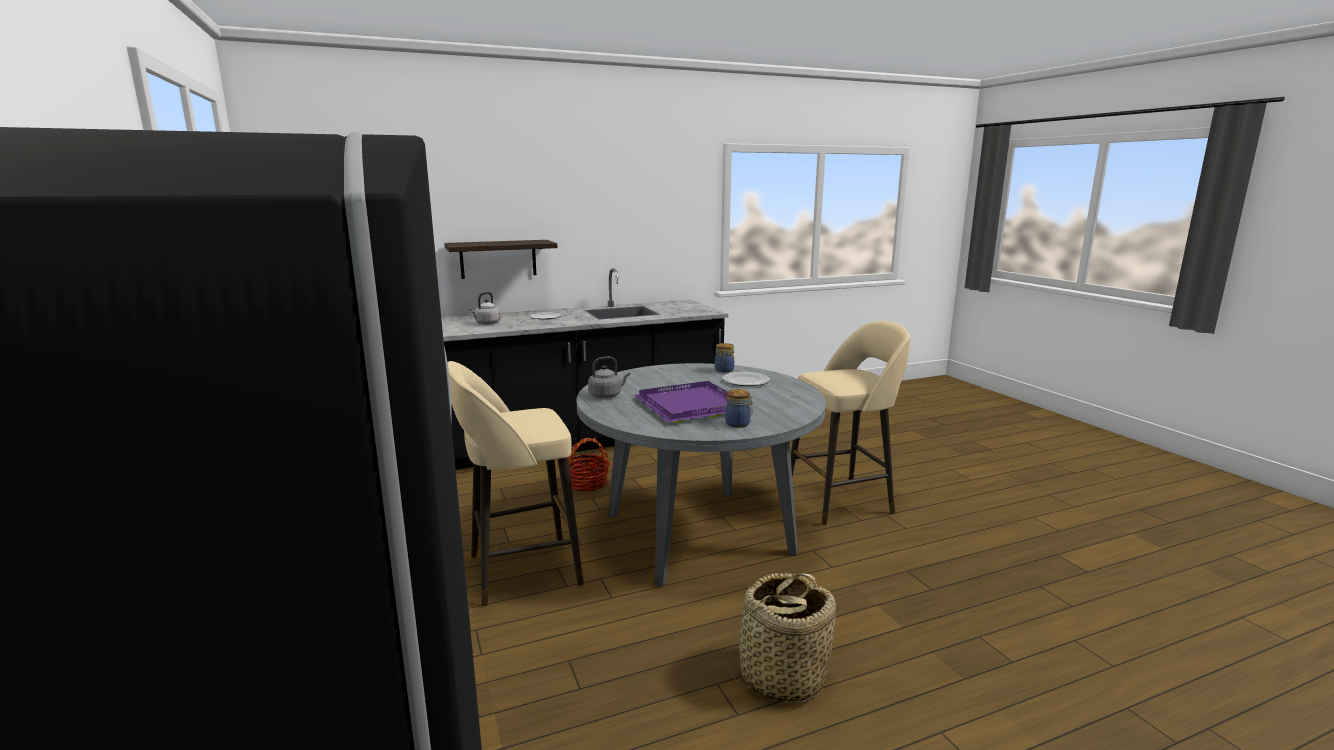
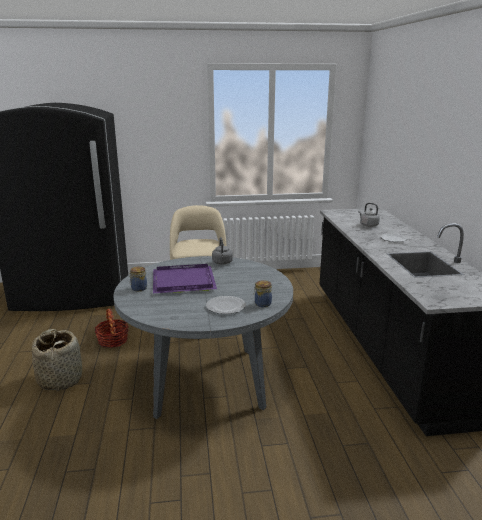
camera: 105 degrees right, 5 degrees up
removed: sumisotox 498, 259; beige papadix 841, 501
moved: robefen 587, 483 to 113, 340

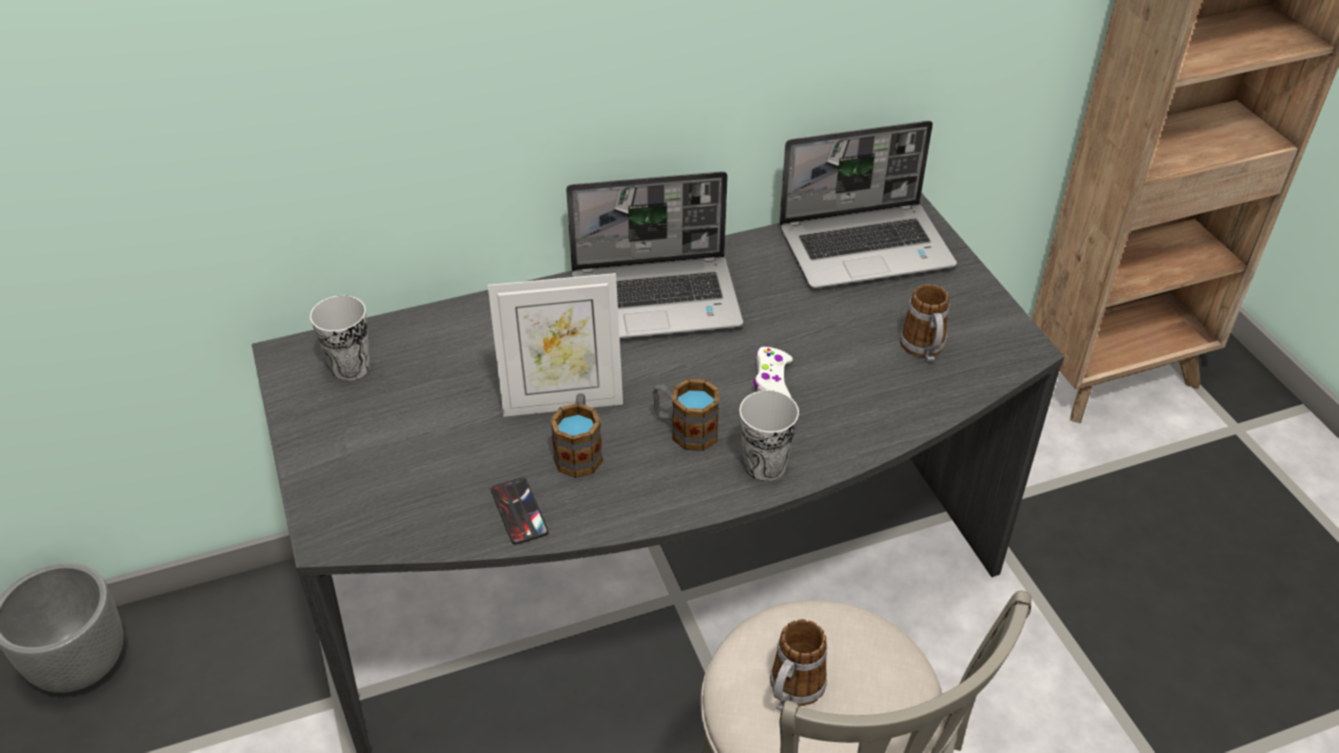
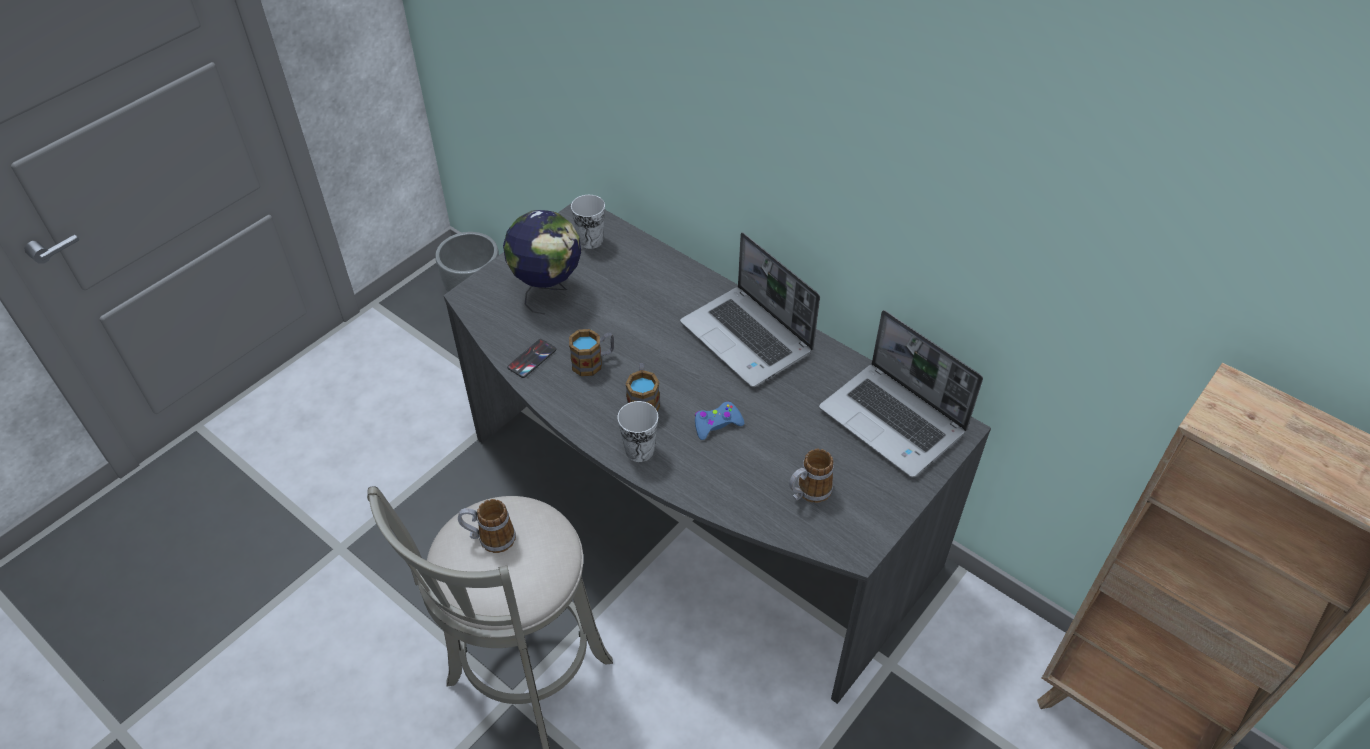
camera: 60 degrees right, 5 degrees up
removed: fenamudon 562, 401
added: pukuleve 548, 291
recoloured: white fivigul 772, 380 to blue fivigul 717, 424

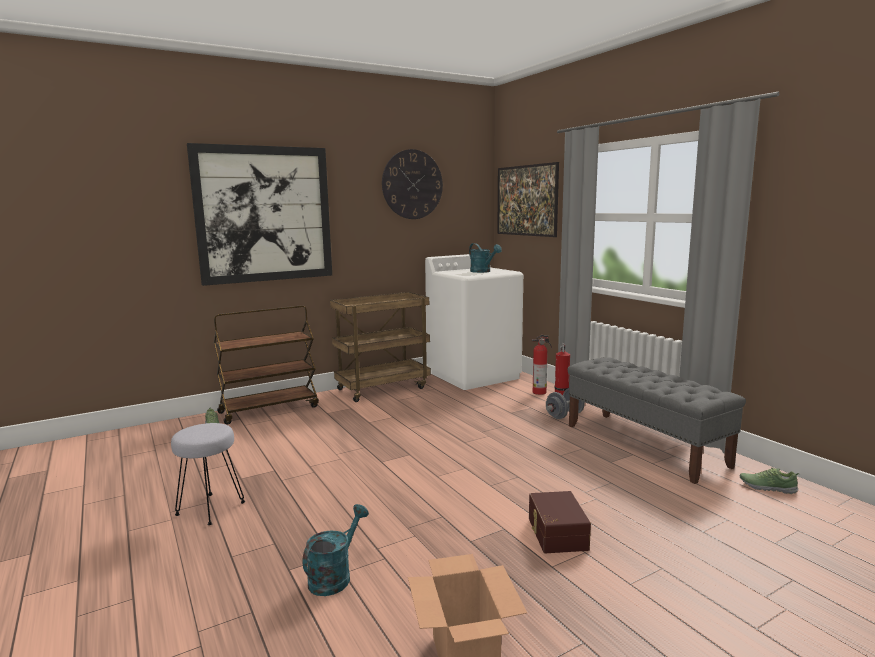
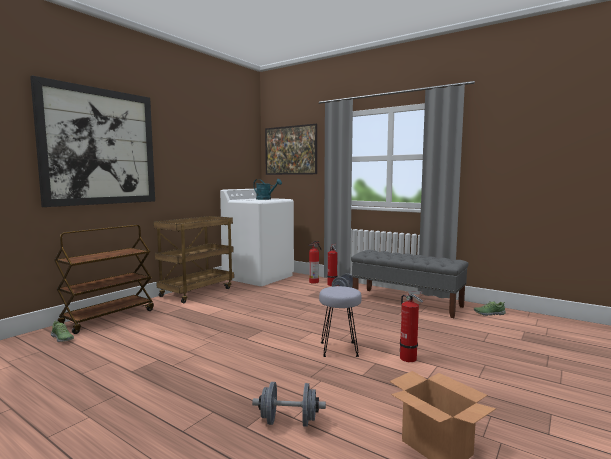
camera: 25 degrees left, 5 degrees down
removed: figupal 412, 184
moved: grey papadix 211, 509 to 339, 349
replaced: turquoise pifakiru 334, 576 to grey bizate 289, 421; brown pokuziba 556, 533 to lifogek 409, 359

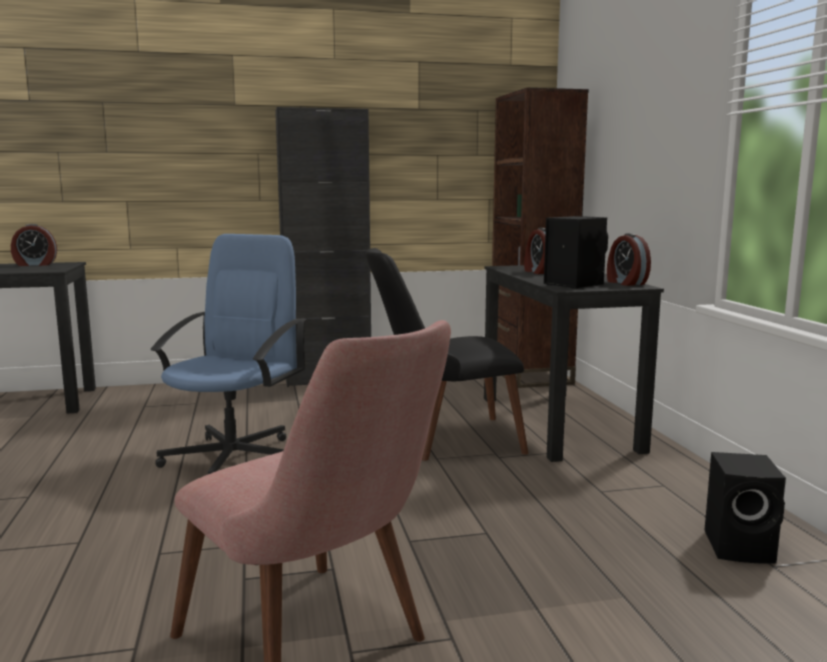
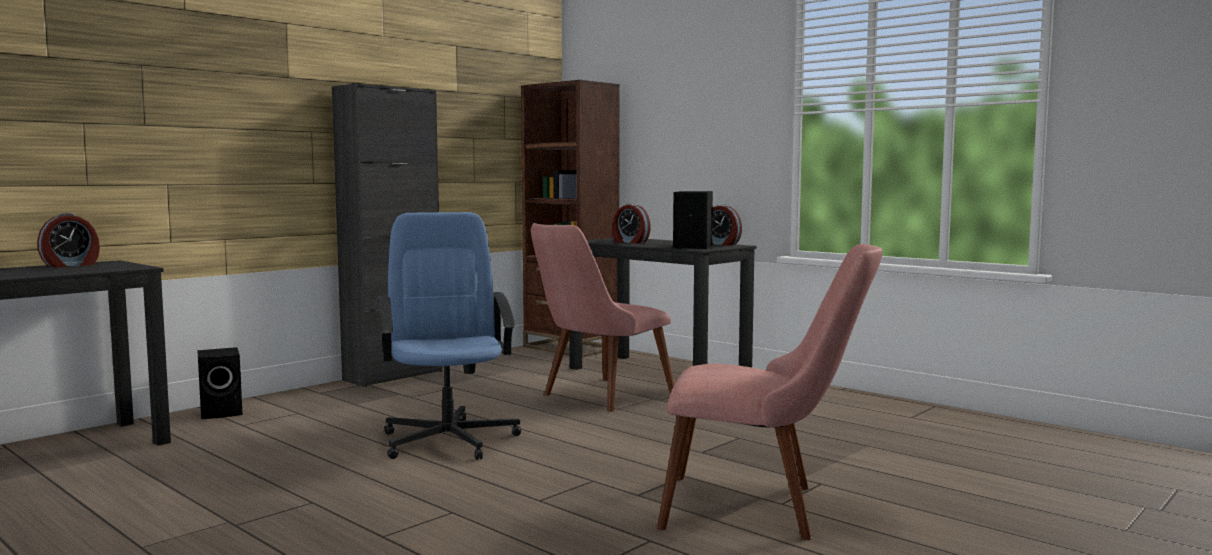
camera: 35 degrees left, 5 degrees down
moved: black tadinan 741, 547 to 223, 412
recoloured: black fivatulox 444, 439 to pink fivatulox 597, 397

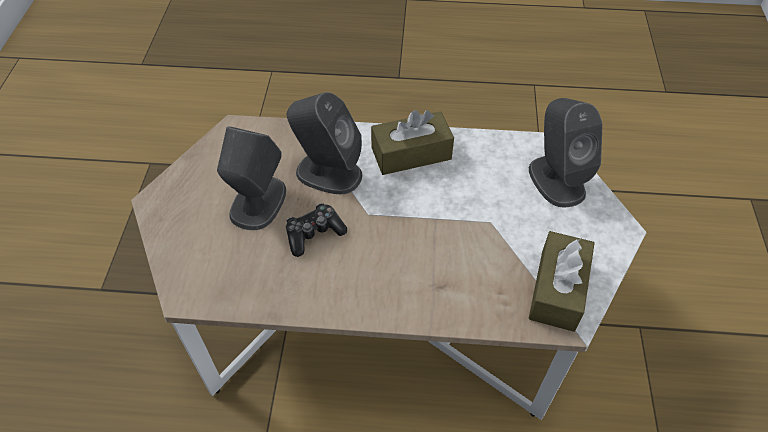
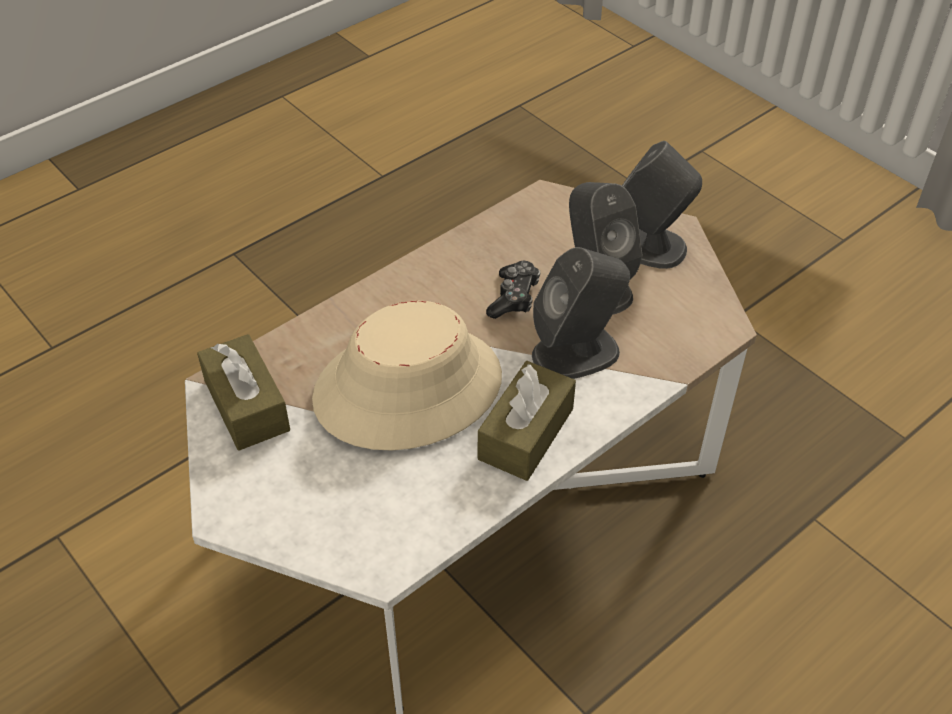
camera: 135 degrees right, 5 degrees down
added: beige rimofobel 408, 387
moved: grey tadinan 556, 180 to 647, 245

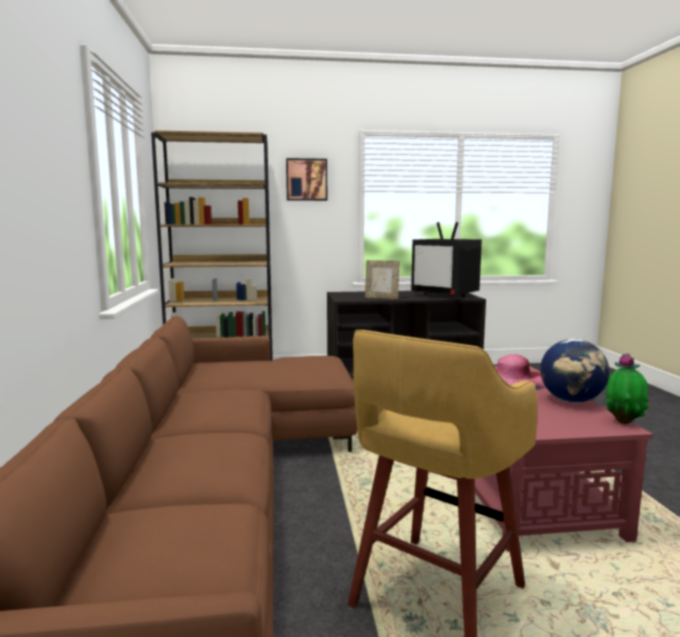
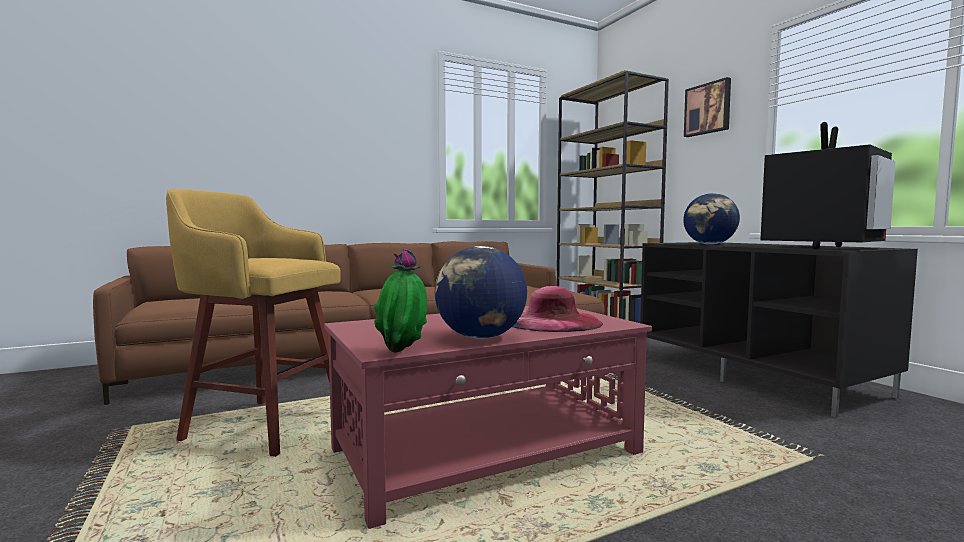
camera: 70 degrees right, 5 degrees down
replaced: fenamudon 381, 298 to pukuleve 710, 244
turned: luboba 446, 295 = 822, 247 150 degrees counterclockwise

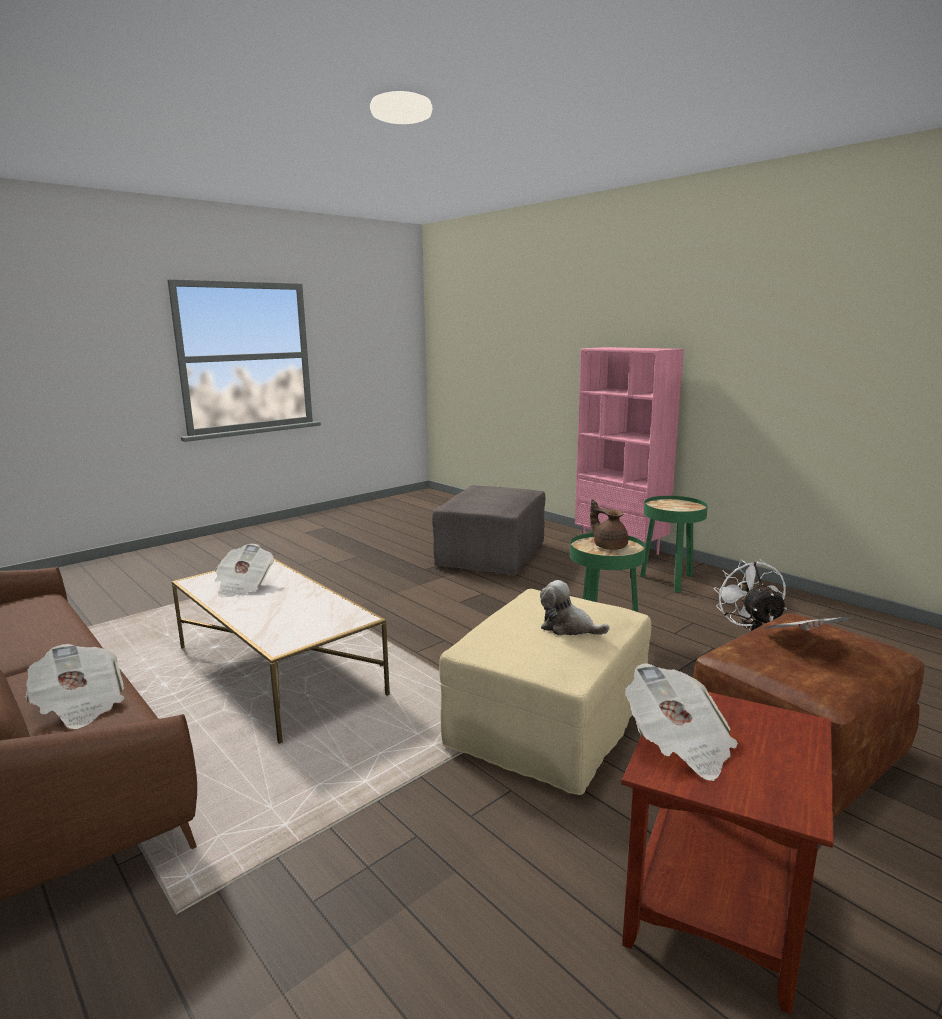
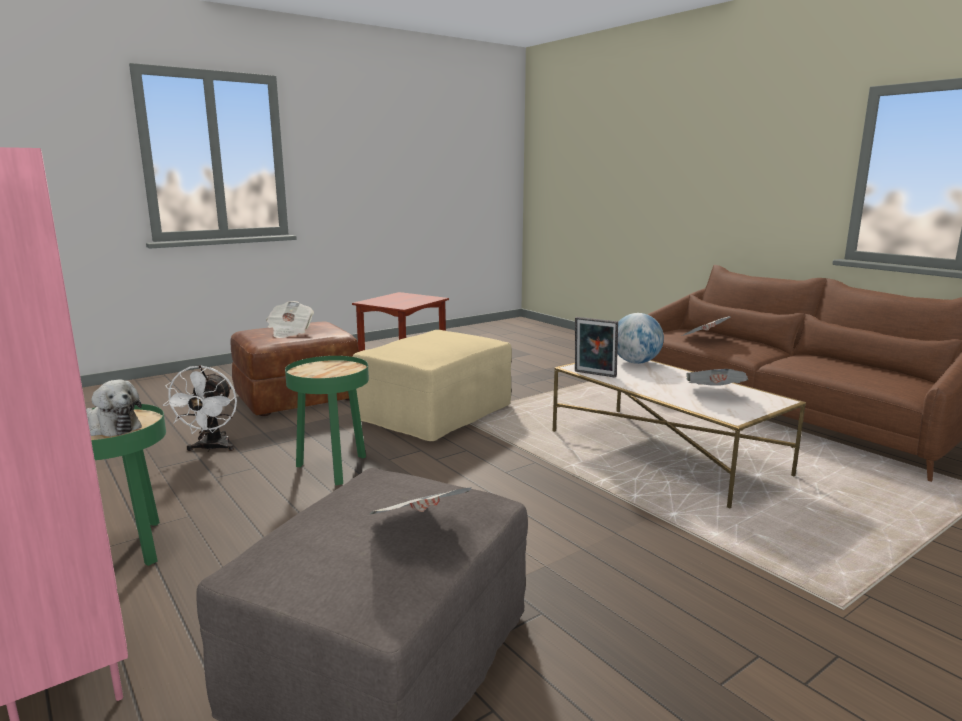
camera: 175 degrees left, 0 degrees up
removed: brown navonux 609, 546
added: fenamudon 594, 374; pukuleve 636, 362
moved: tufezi 568, 627 to 112, 427; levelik 679, 745 to 420, 527

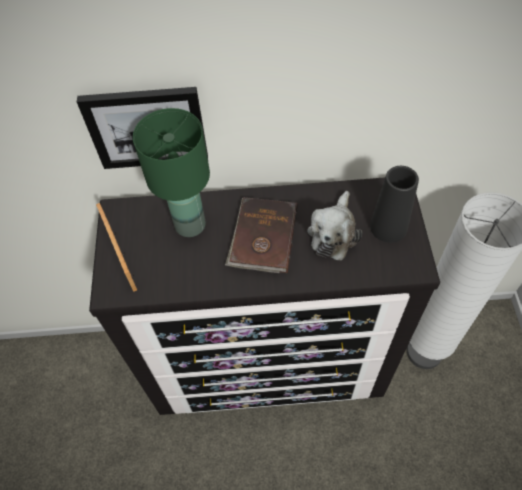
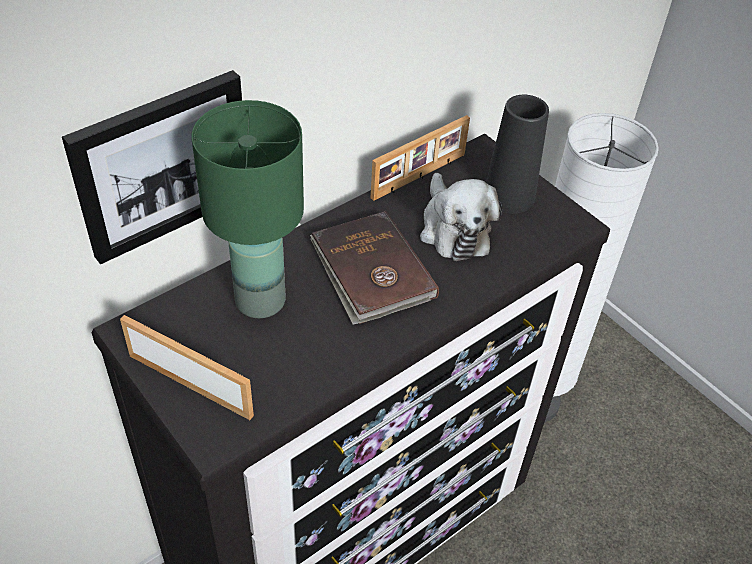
camera: 40 degrees left, 10 degrees down
added: fenamudon 420, 177

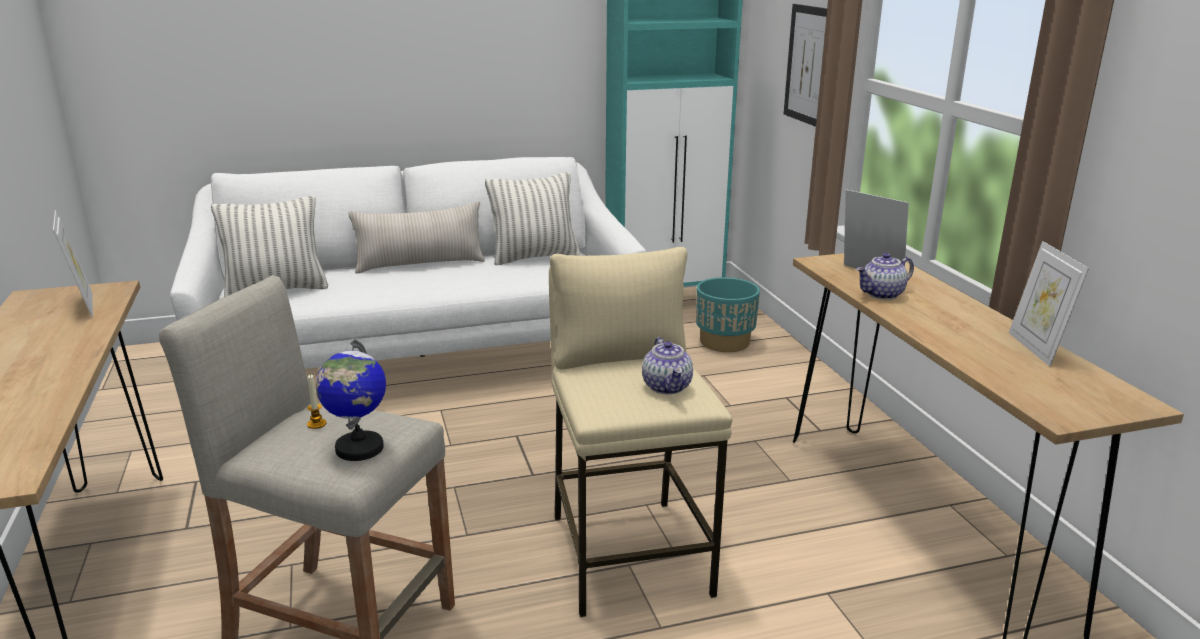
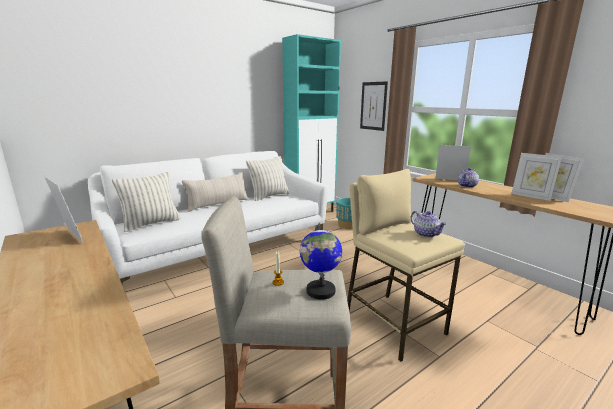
camera: 20 degrees left, 5 degrees down
added: fenamudon 531, 196

